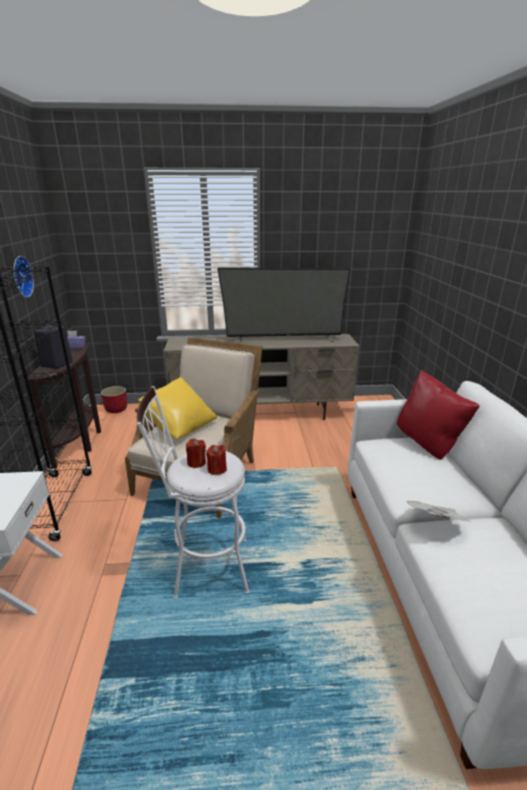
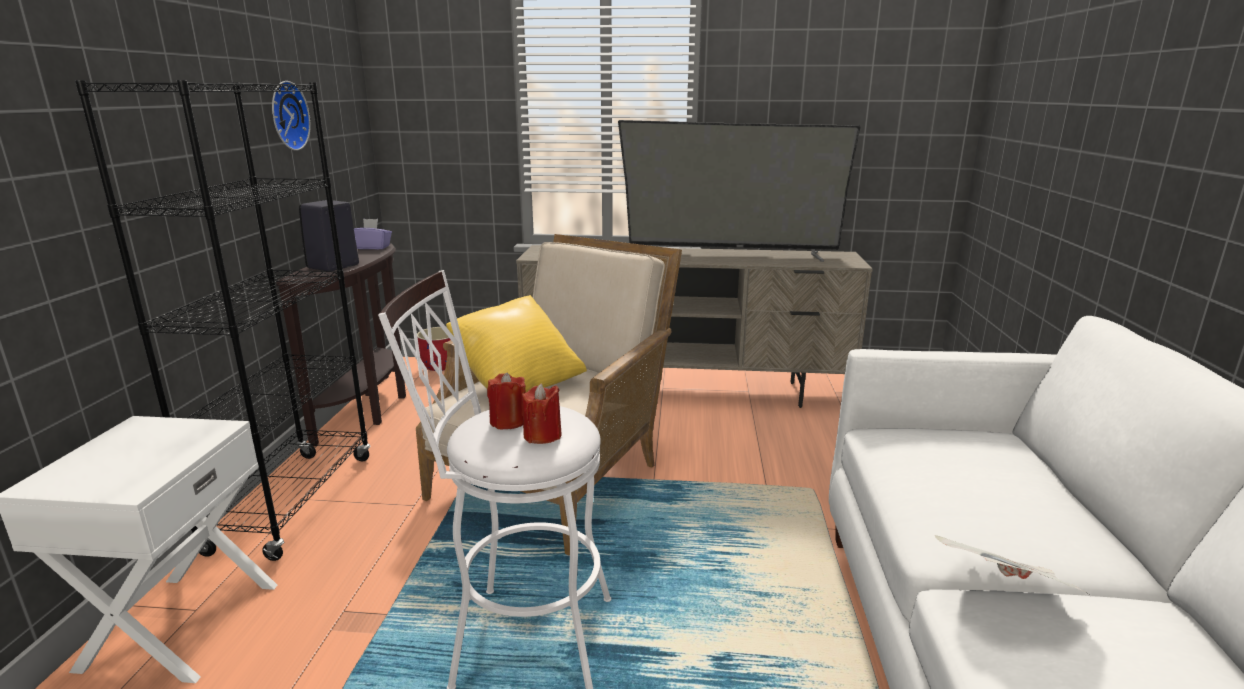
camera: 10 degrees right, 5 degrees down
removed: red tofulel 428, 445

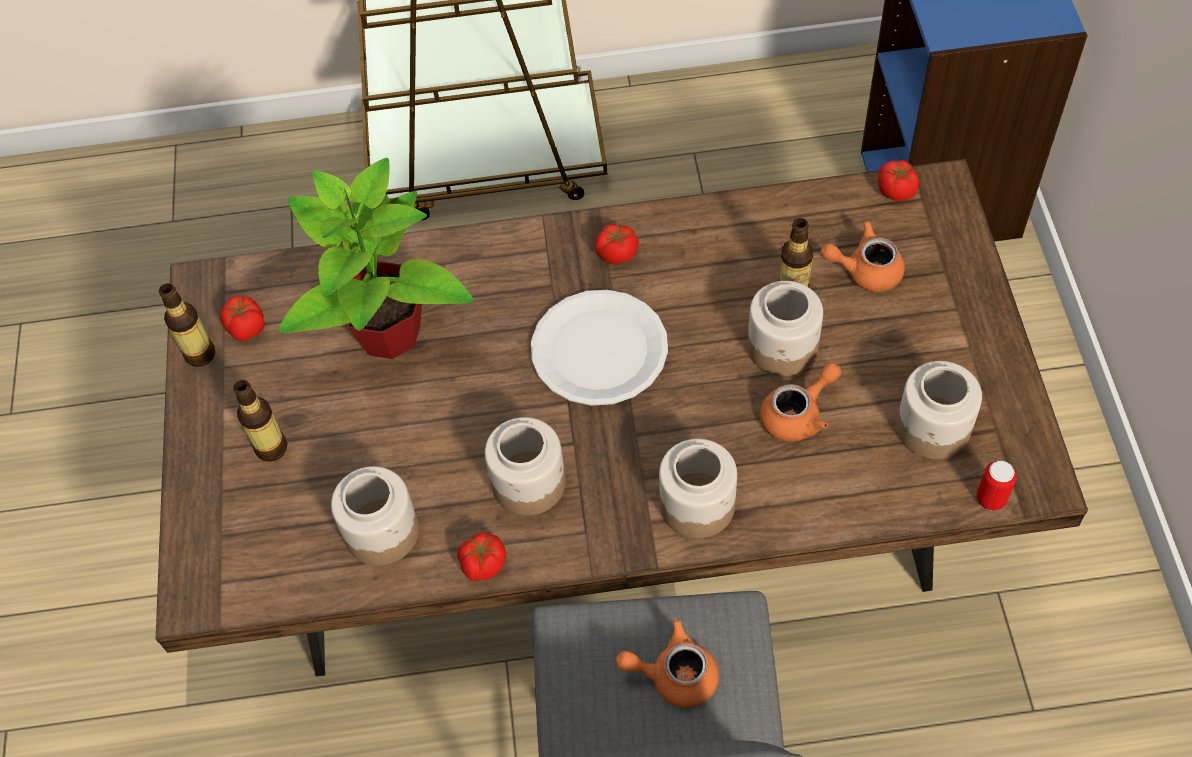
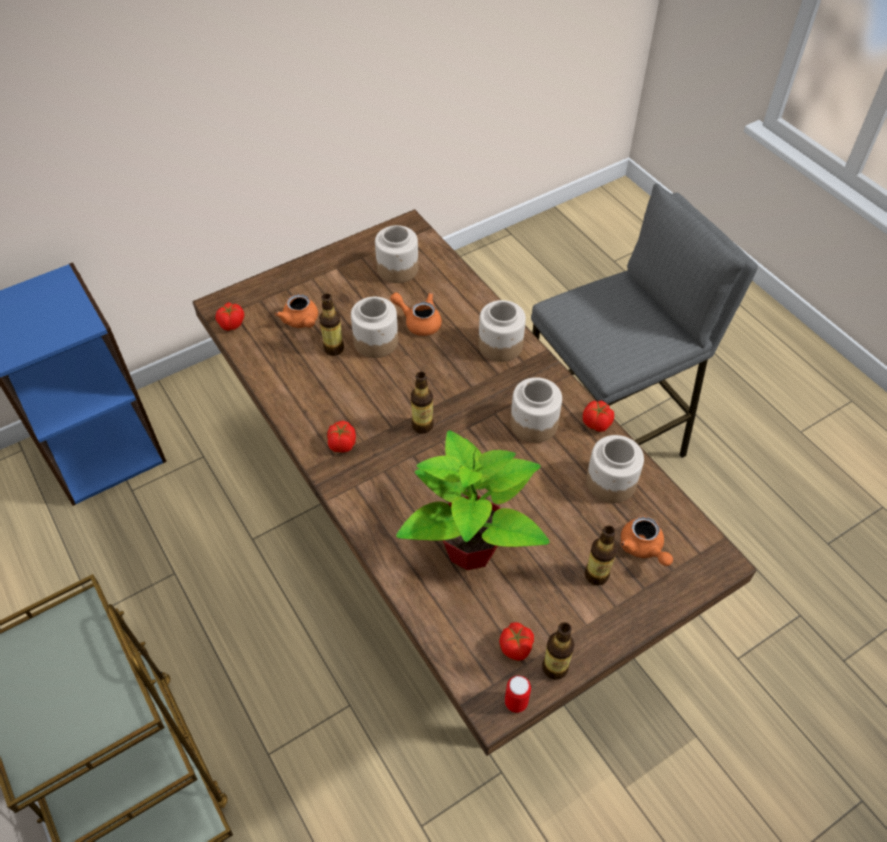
camera: 120 degrees left, 5 degrees down
moved: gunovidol 990, 499 to 516, 702; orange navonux 674, 675 to 643, 548
replaced: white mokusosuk 599, 350 to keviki 422, 425

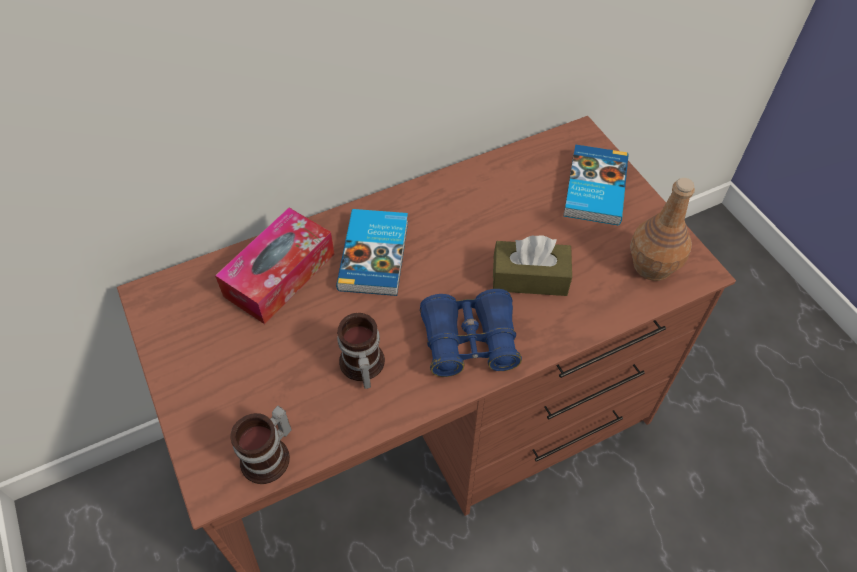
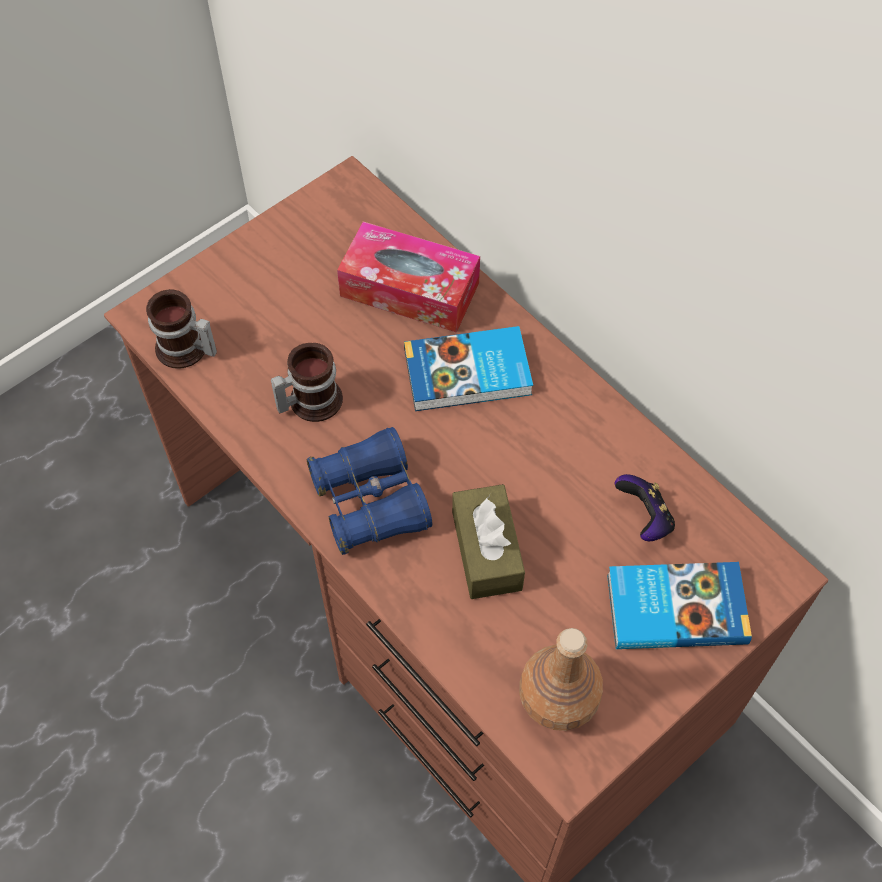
camera: 75 degrees right, 5 degrees up
added: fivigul 644, 518

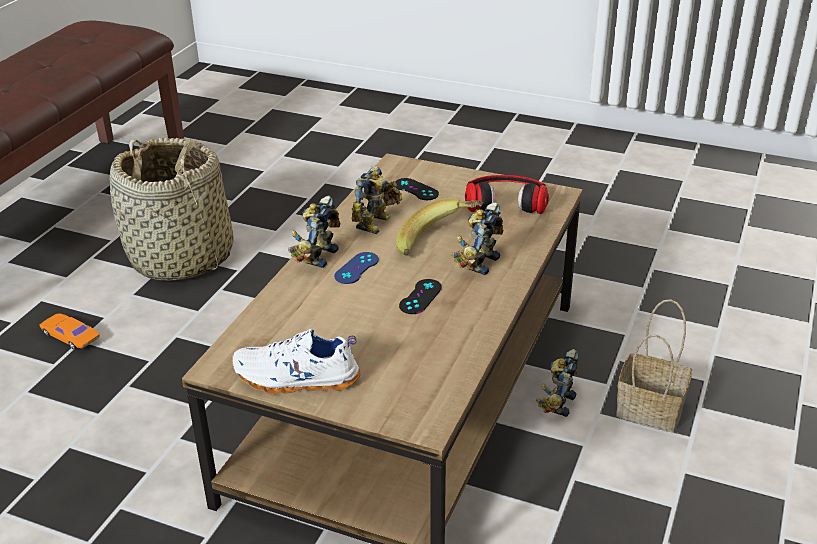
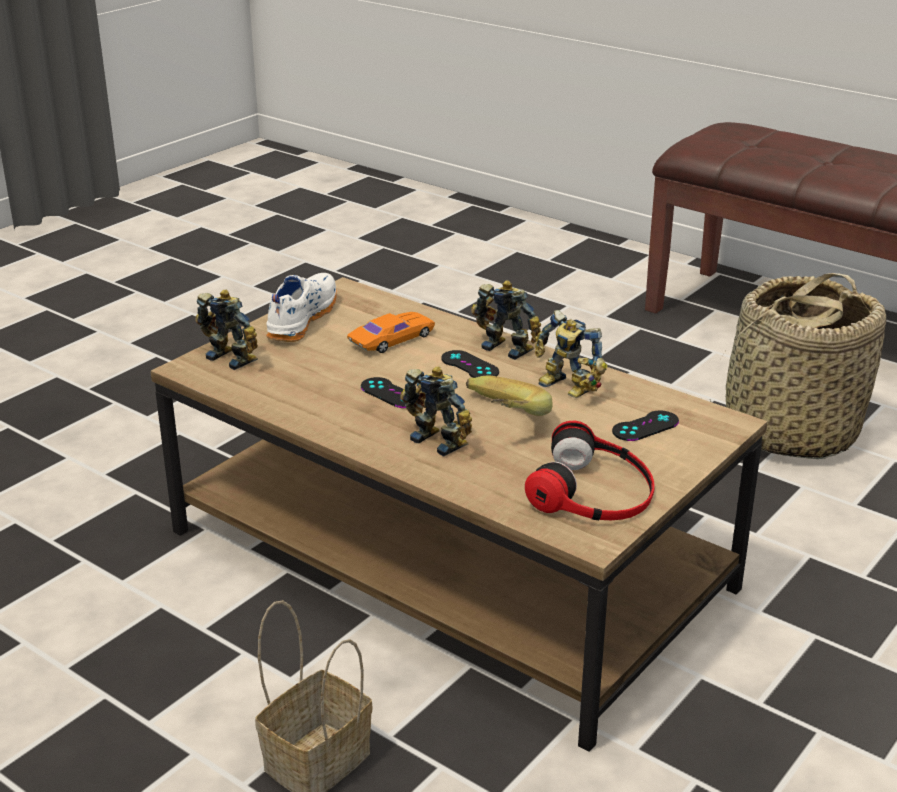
camera: 105 degrees right, 5 degrees down
moved: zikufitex 557, 402 to 233, 357; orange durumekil 71, 336 to 391, 339
recoloured: blue fivigul 356, 268 to black fivigul 469, 365

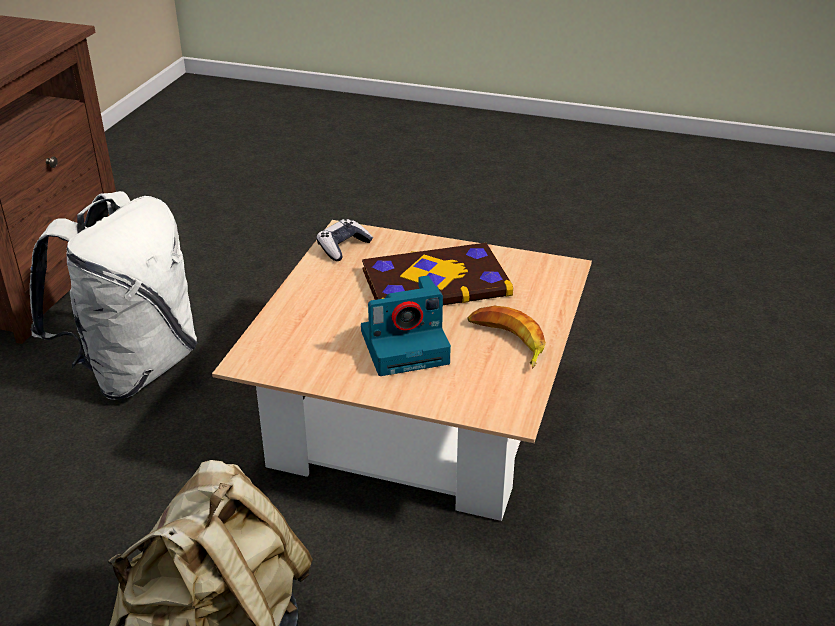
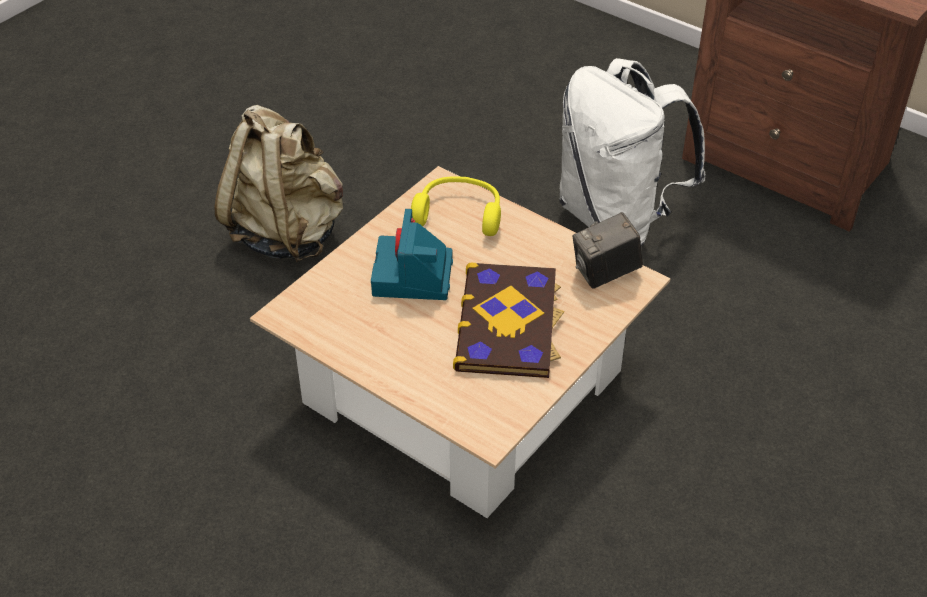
camera: 110 degrees right, 10 degrees up
removed: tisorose 507, 341
added: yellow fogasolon 459, 214
replaced: fivigul 343, 247 to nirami 605, 273

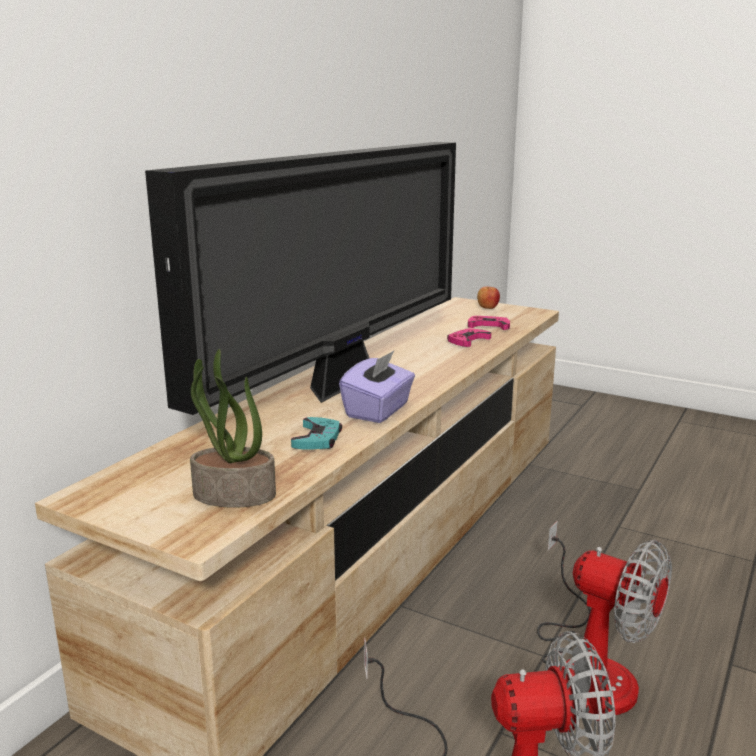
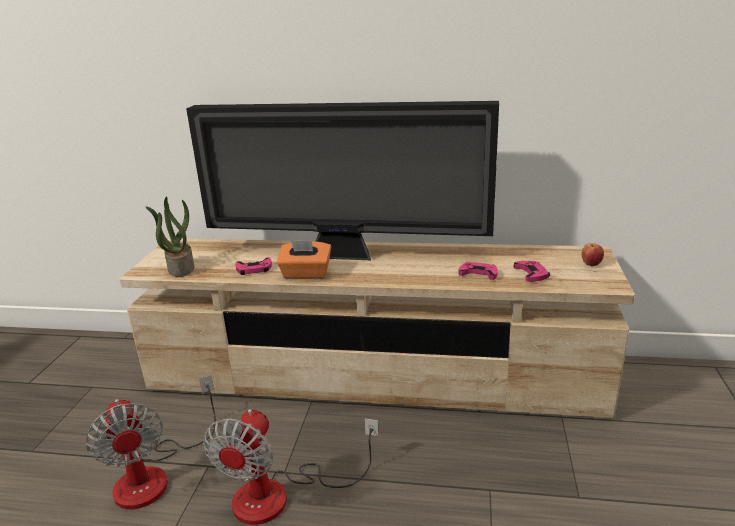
camera: 70 degrees right, 5 degrees up
recoloured: turquoise fivigul 318, 439 to pink fivigul 254, 269; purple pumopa 378, 410 to orange pumopa 306, 274

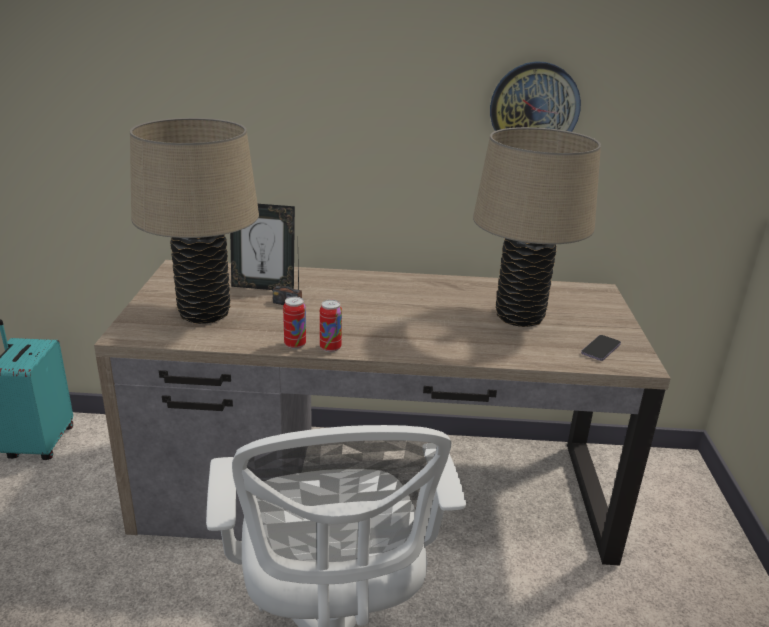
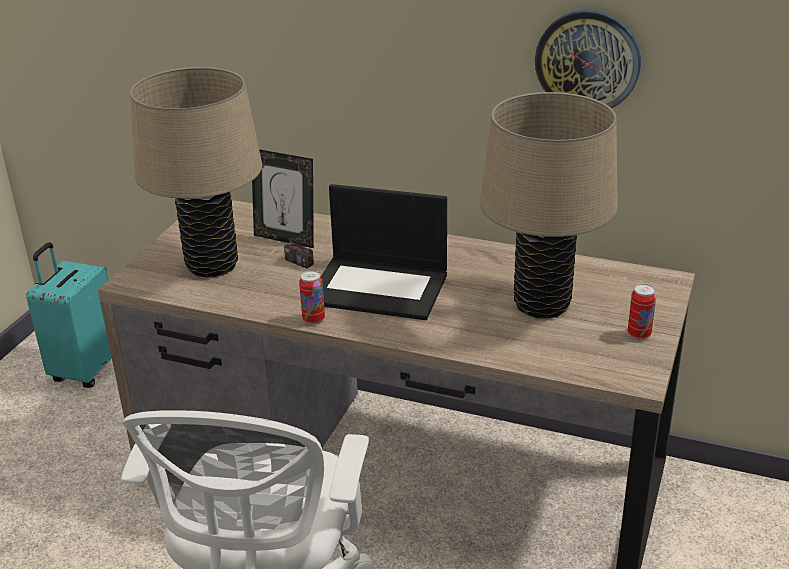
camera: 20 degrees right, 5 degrees up
removed: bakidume 600, 349
added: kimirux 380, 288
moved: gunovidol 295, 345 to 639, 334

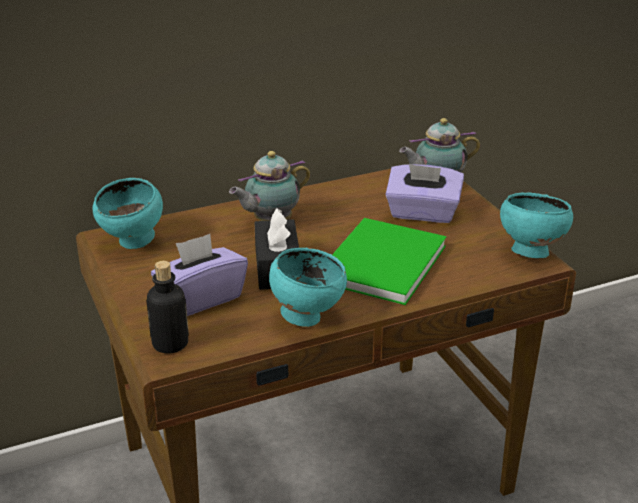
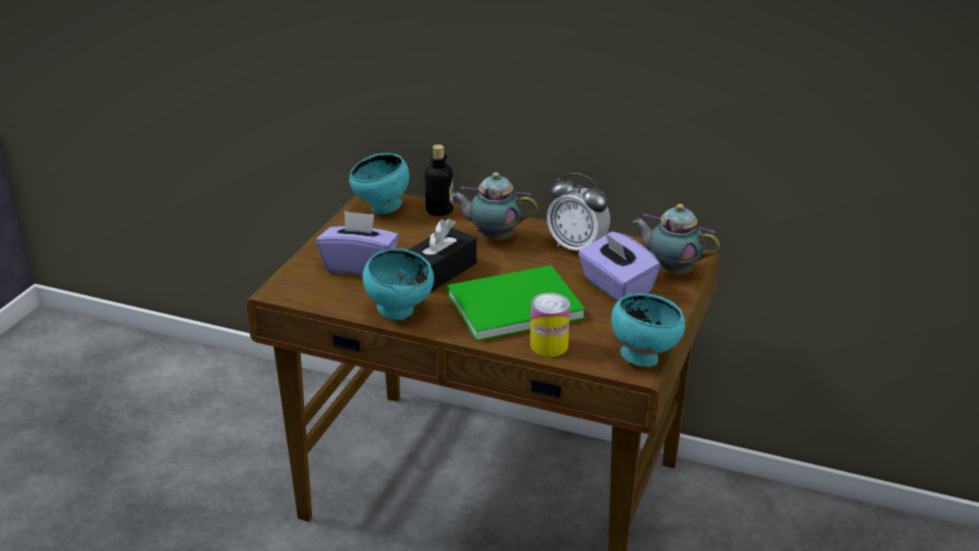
camera: 45 degrees right, 0 degrees up
added: gunovidol 549, 345; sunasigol 577, 247
moved: keviki 170, 344 to 439, 210

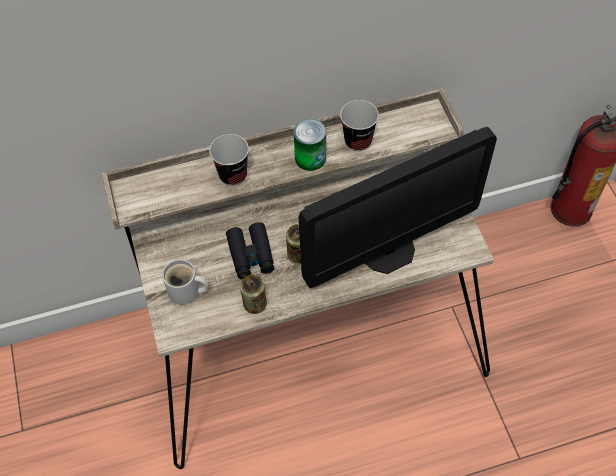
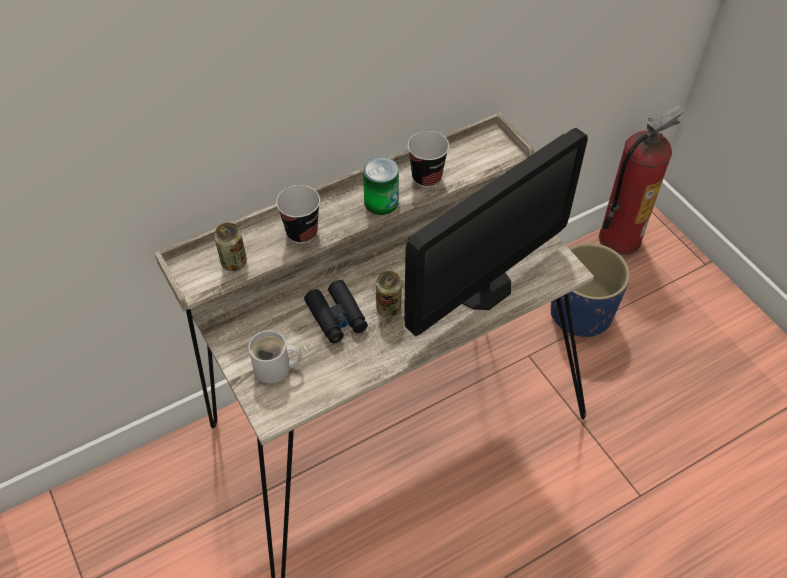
camera: 15 degrees left, 5 degrees down
added: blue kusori 580, 313
moved: gunovidol 255, 304 to 234, 262

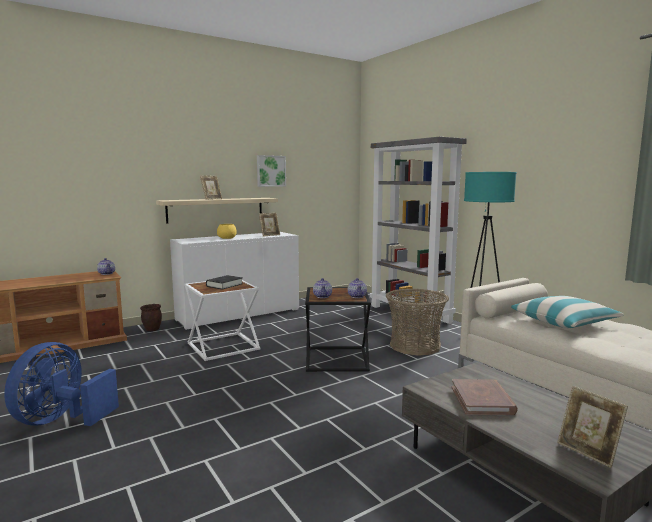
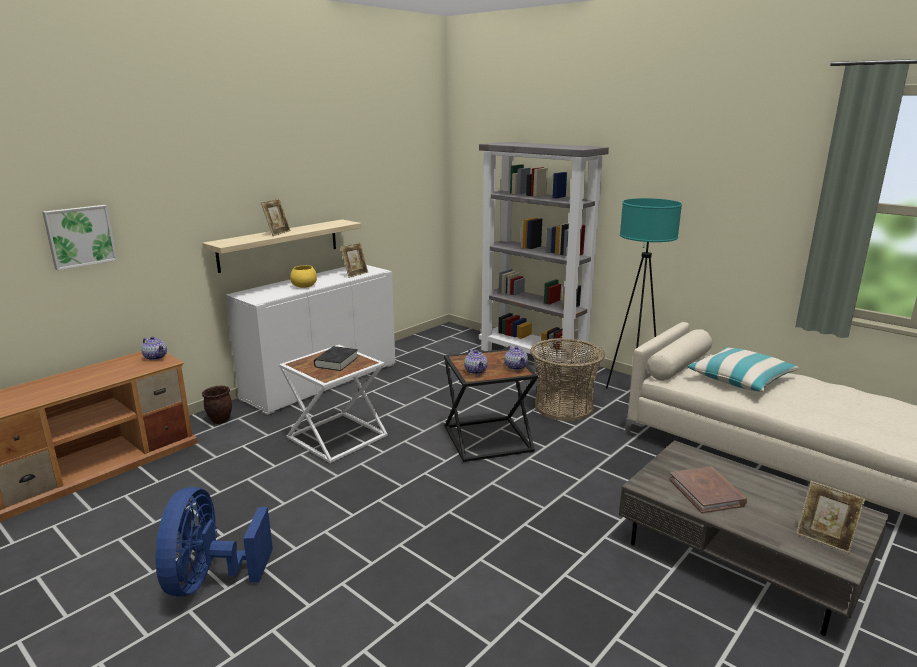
camera: 15 degrees left, 10 degrees up
moved: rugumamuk 270, 171 to 80, 236

